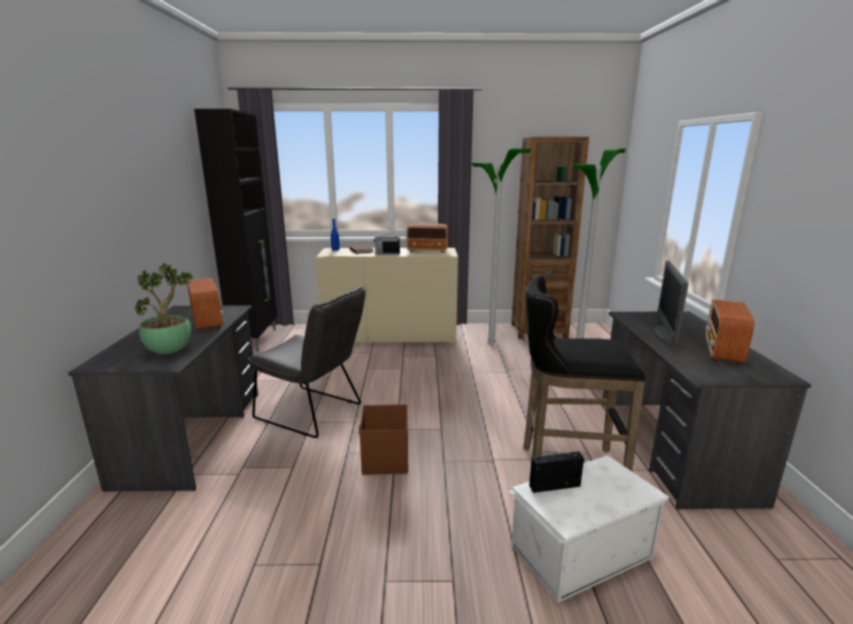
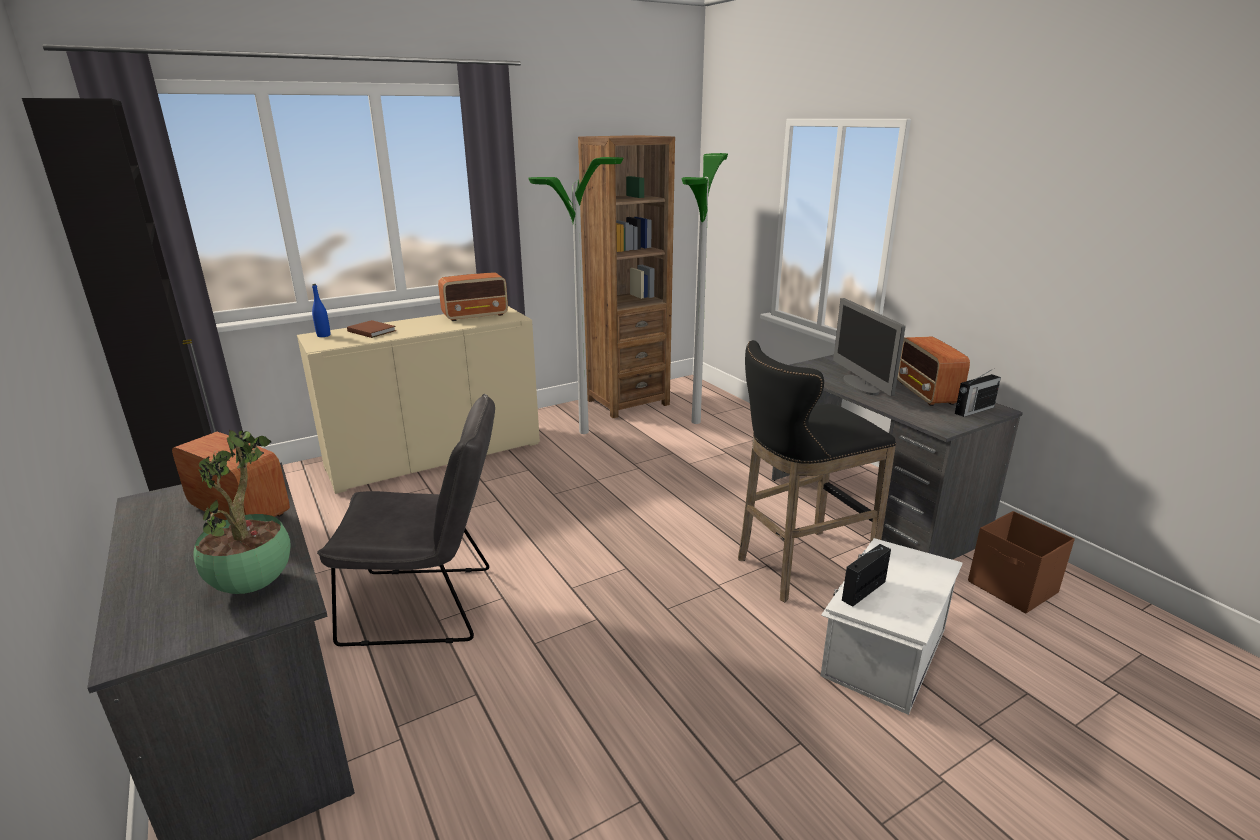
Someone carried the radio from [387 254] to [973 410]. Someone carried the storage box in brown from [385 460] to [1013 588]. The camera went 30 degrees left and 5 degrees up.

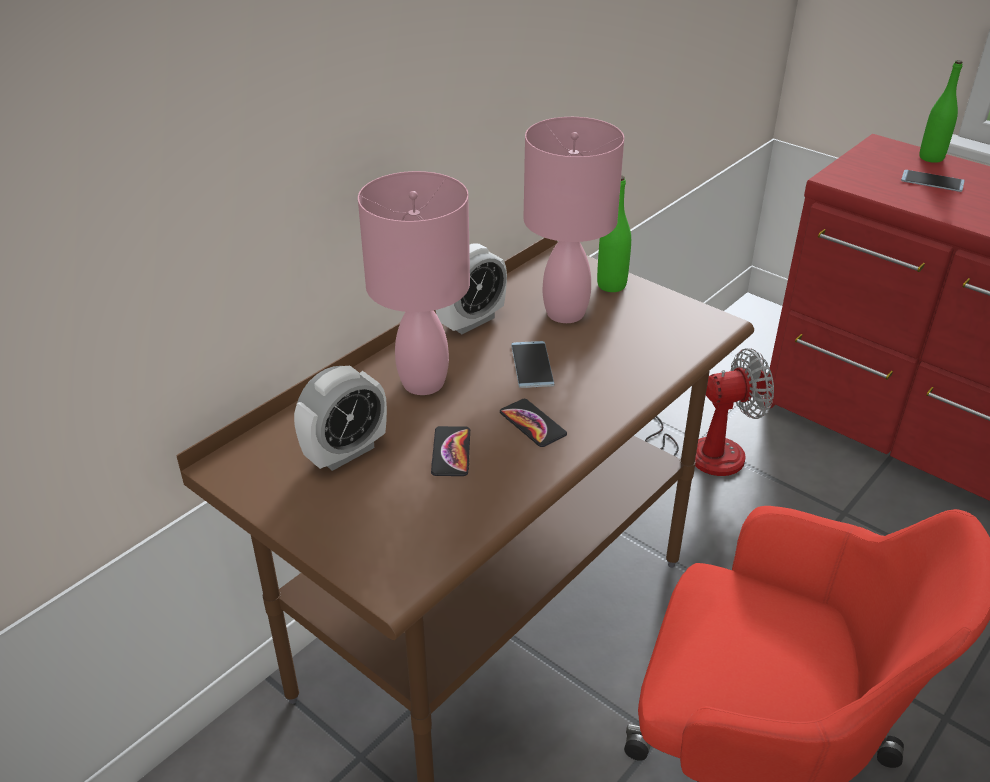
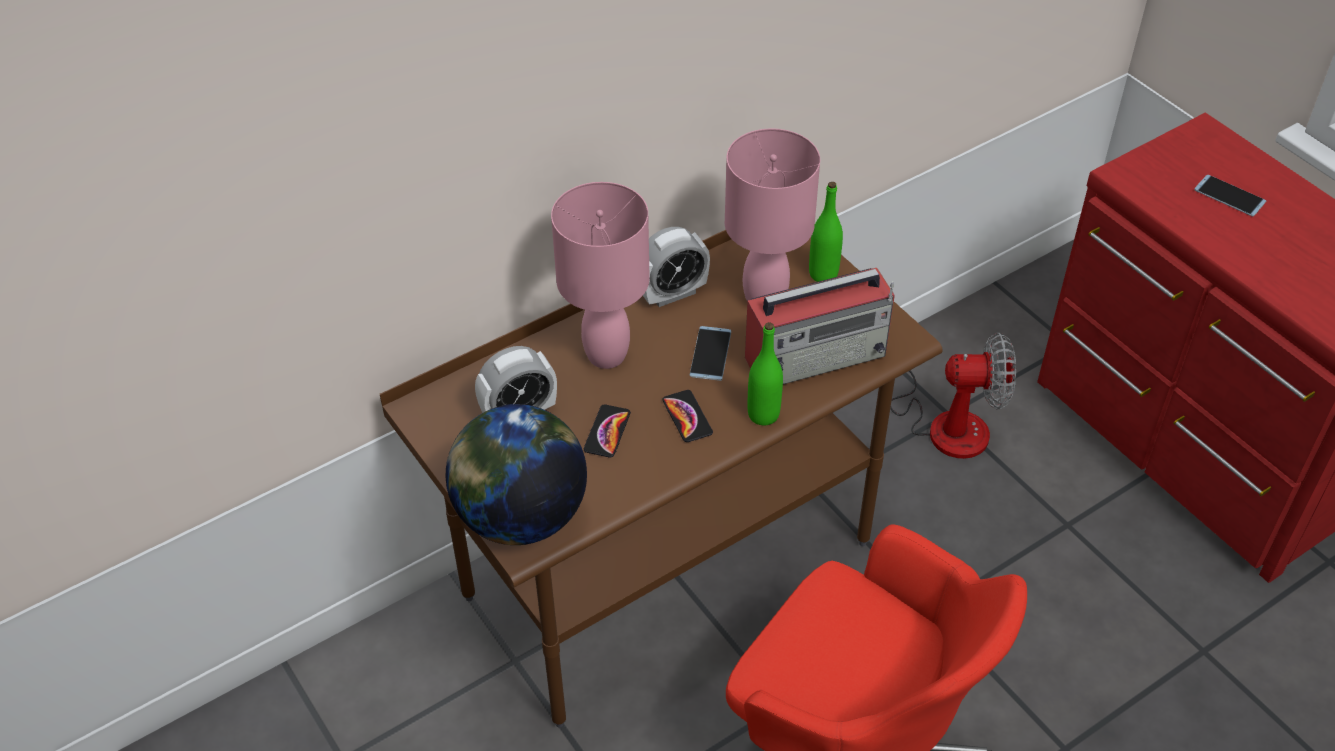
Someone put down the globe at [520 516]. Someone put down the radio at [818 355]. Someone carried the bottle in green from [931 158] to [763 414]. The camera went 15 degrees right and 10 degrees up.

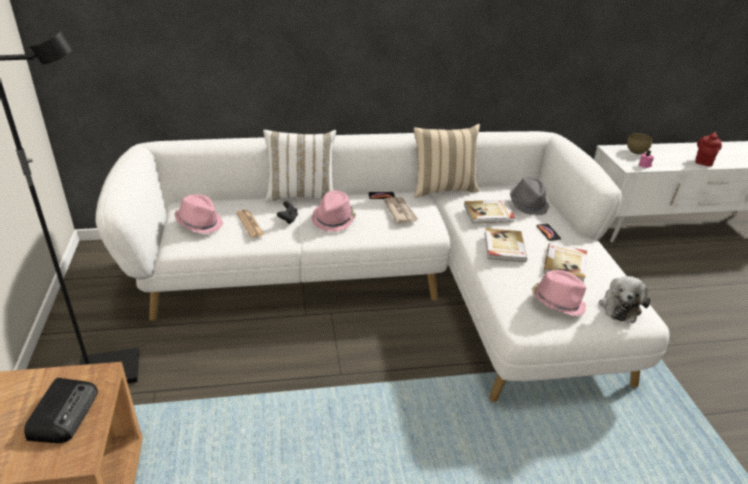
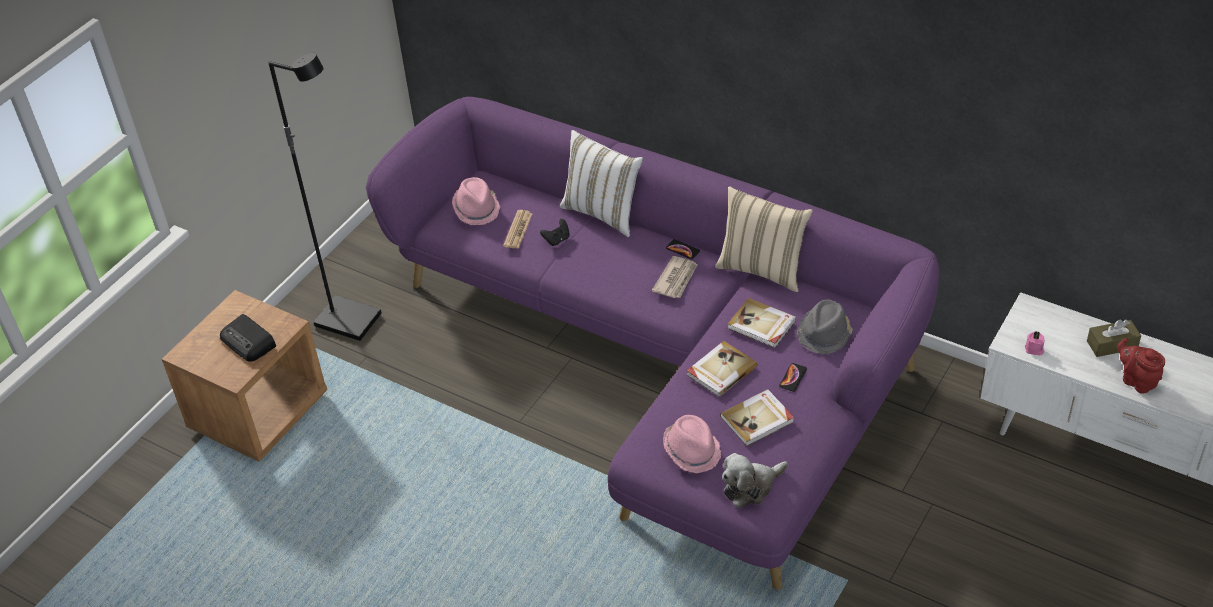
Someone rotated the radio at [64 413] by 90 degrees clockwise. Someone repainted the sofa in white at [396 284], which became the sofa in purple at [669 358]. Someone put down the tissue box in brown at [1112 345]. Someone rotated the teapot in red at [703 161] by 105 degrees counterclockwise. Someone took away the hat in pink at [334 219]. Someone took away the bowl in brown at [636 151]. The camera went 45 degrees right and 10 degrees up.

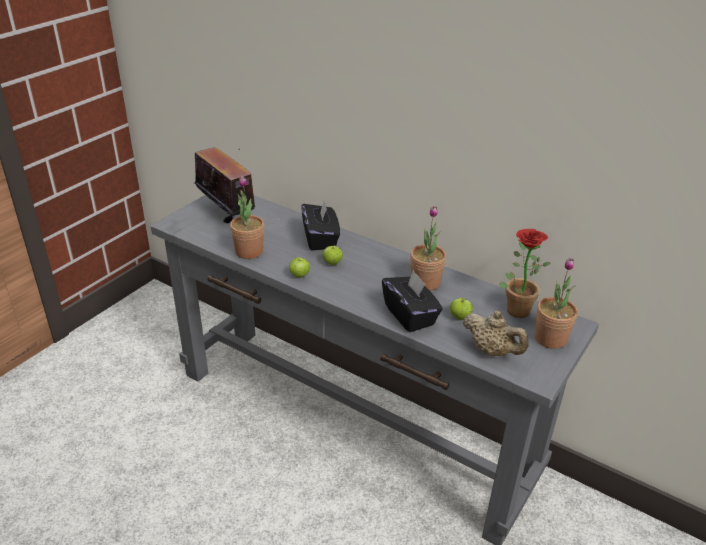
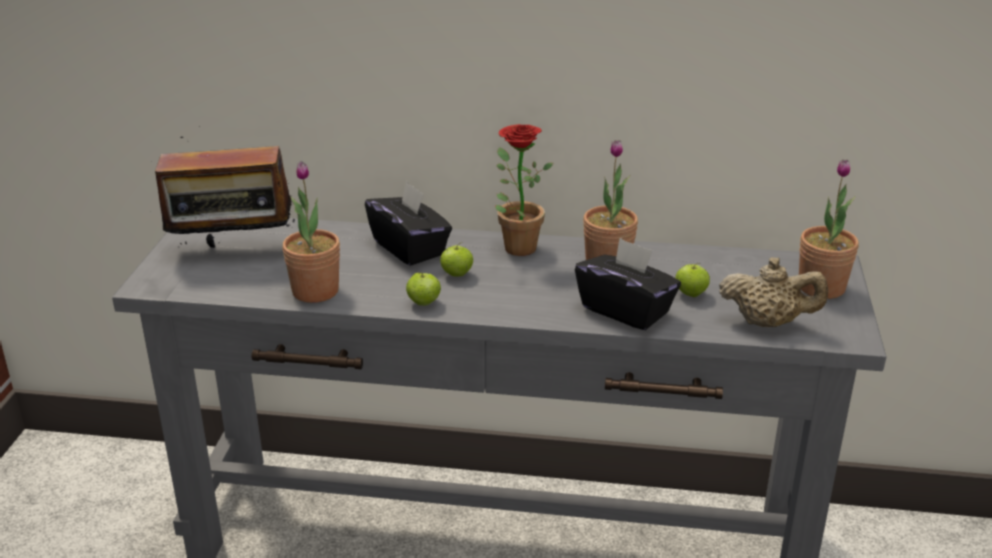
Someone rotated the radio at [227 215] by 150 degrees clockwise. Someone carried the potted plant from [515 308] to [515 245]. The camera went 25 degrees left and 5 degrees down.

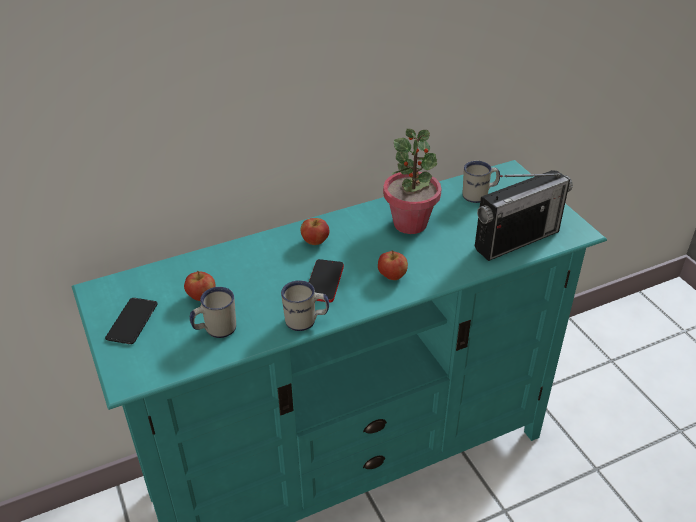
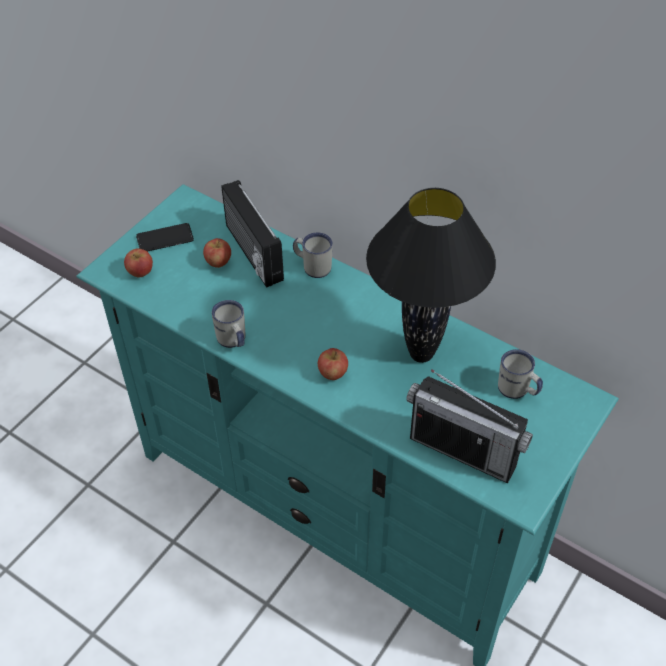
Someone carried the apple from [315 241] to [140 272]. Someone put down the radio at [252 253]. Someone carried the mug in white from [215 329] to [313 266]. Someone swapped the potted plant at [410 223] for the table lamp in black at [422 354]. Someone took away the phone at [324 281]. The camera went 60 degrees right and 10 degrees up.

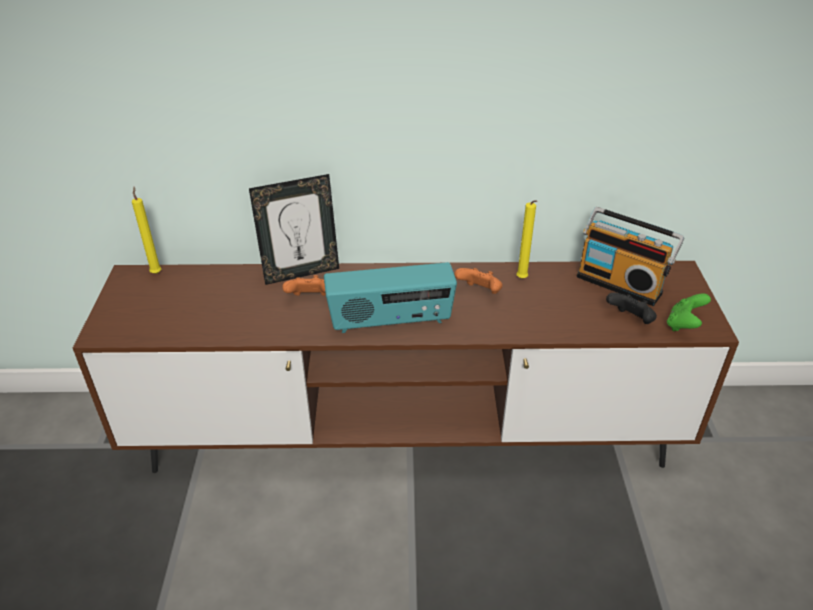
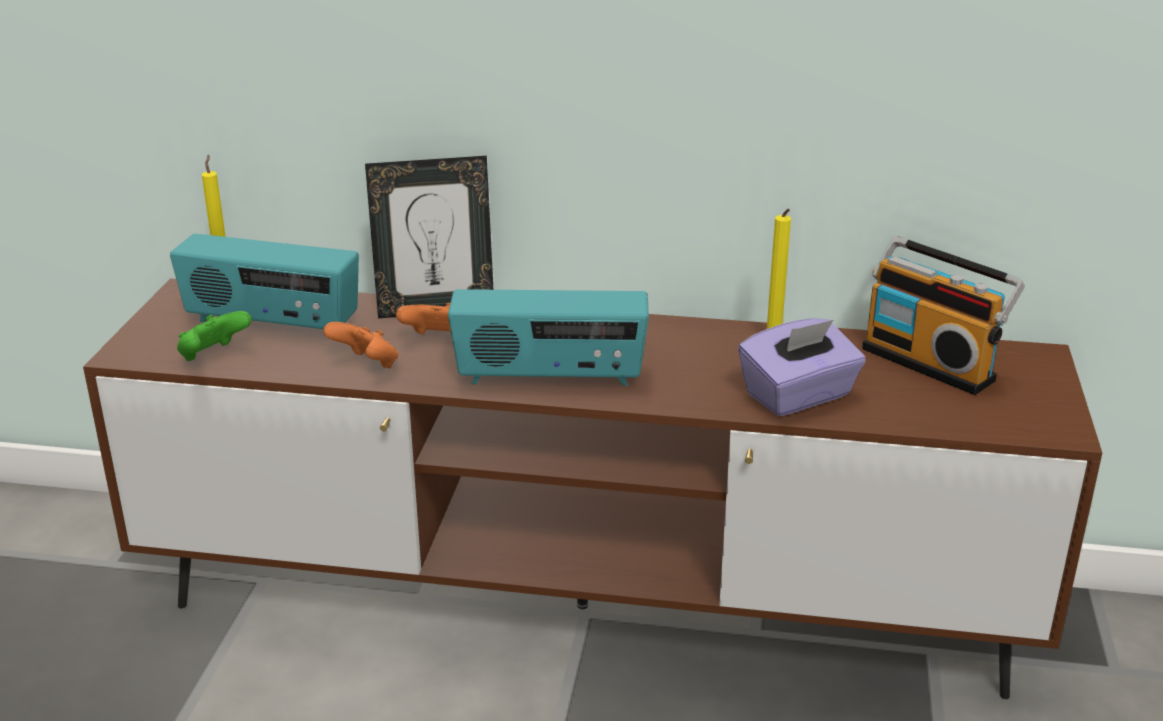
Someone put down the radio at [271 323]. Someone carried the game controller in green from [683 325] to [213 356]. Someone carried the game controller in orange from [480 292] to [366 365]. Someone put down the tissue box in purple at [798 396]. Someone took away the game controller in black at [630 320]. The camera went 10 degrees right and 10 degrees down.

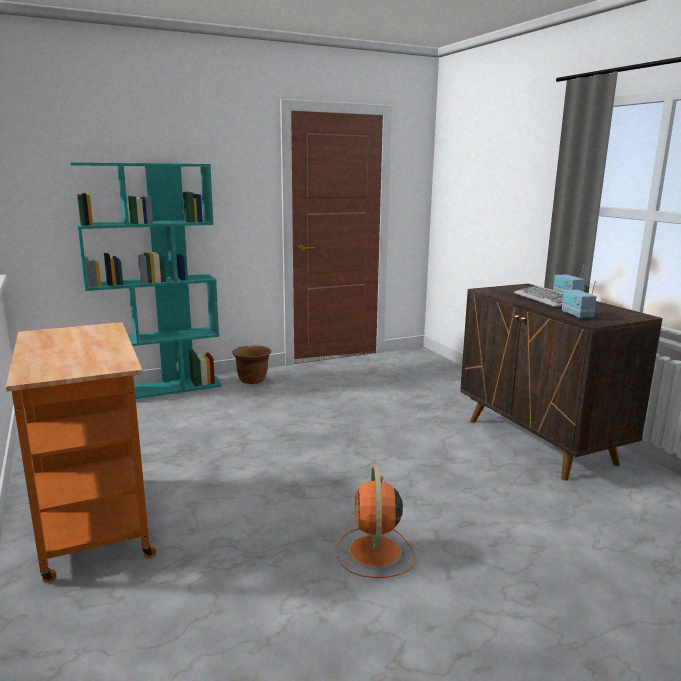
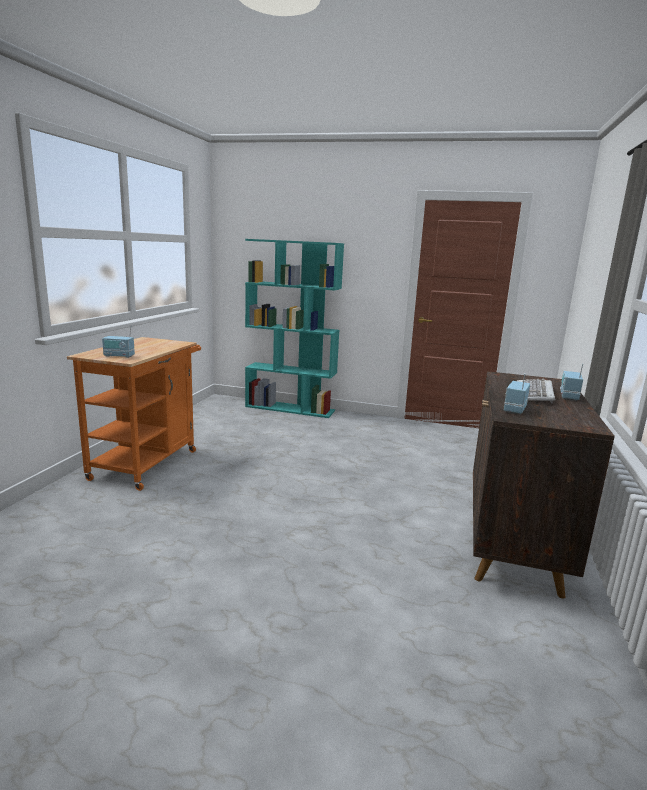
Someone put down the radio at [119 356]. Someone took away the planter in brown at [252 380]. Someone took away the fan in orange at [374 553]. The camera went 40 degrees right and 0 degrees up.

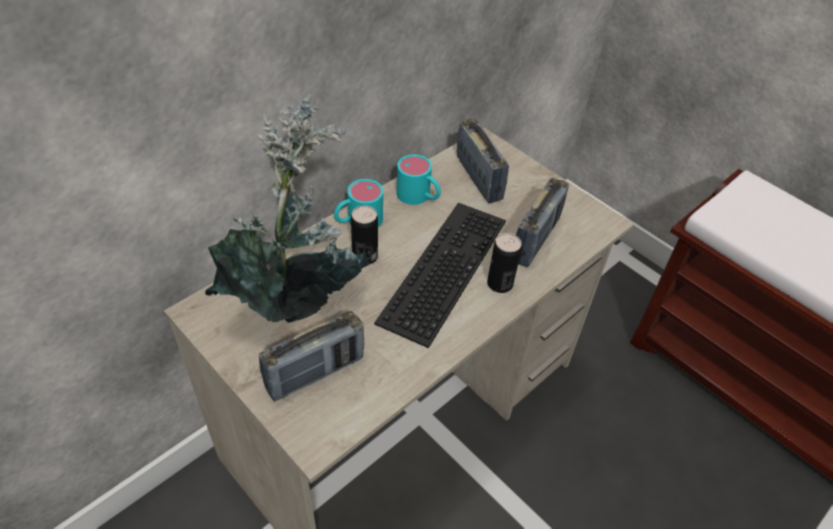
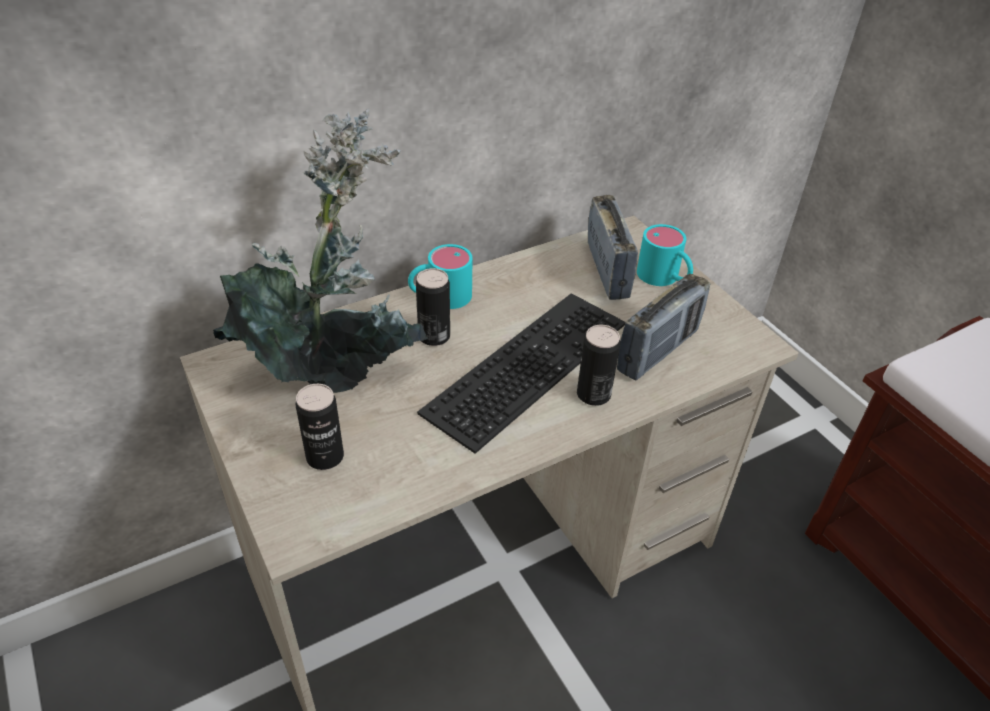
Someone swapped the radio at [315 373] for the can at [325 456]. Someone carried the mug in turquoise from [419 197] to [664 278]. The camera went 15 degrees right and 5 degrees down.

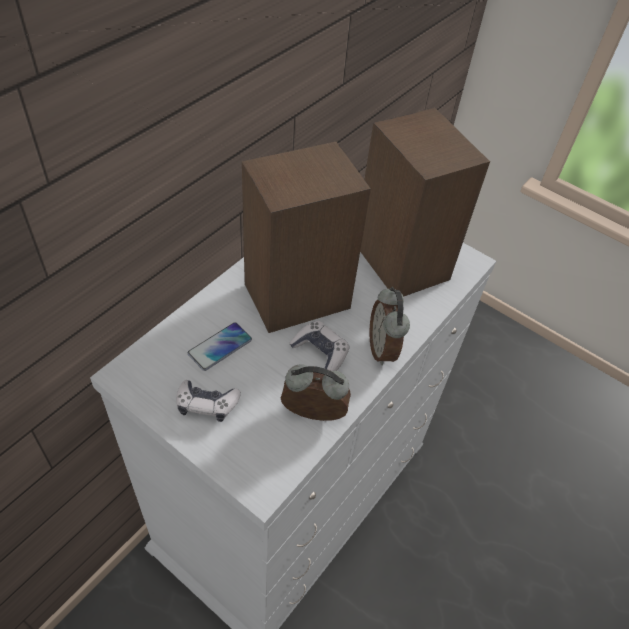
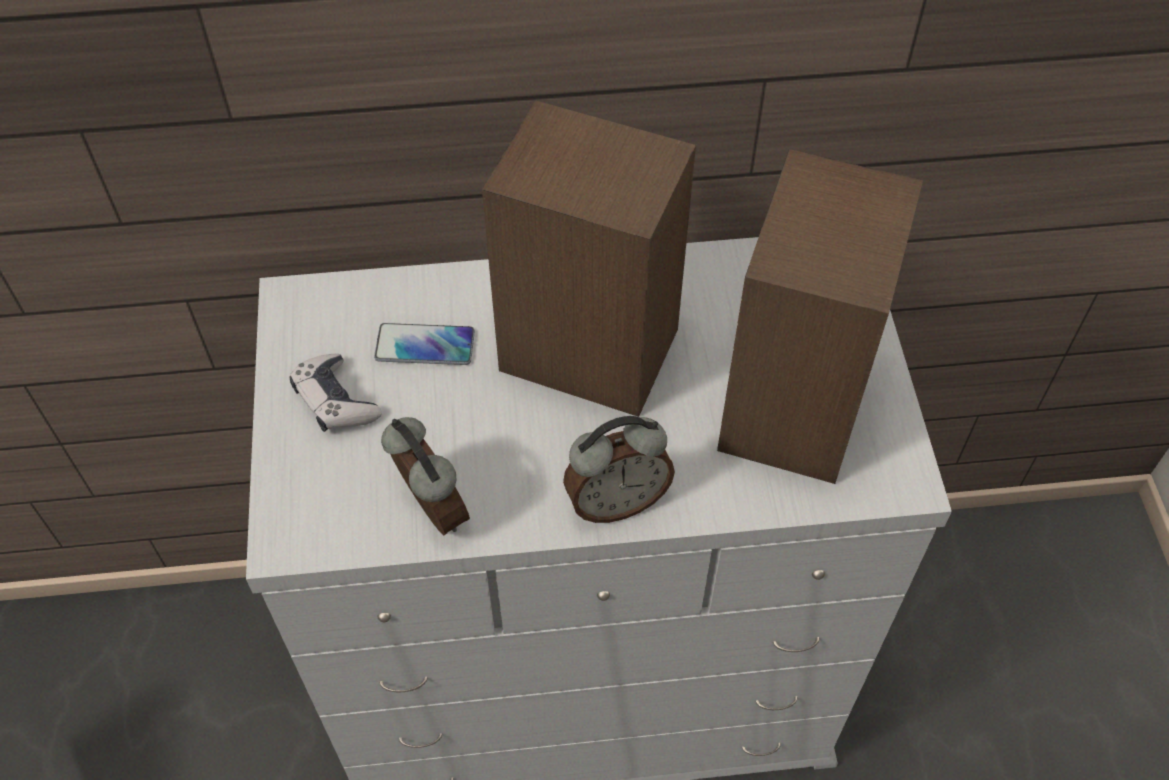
Someone rotated the alarm clock at [383 349] by 150 degrees counterclockwise. Someone took away the game controller at [320 352]. The camera went 50 degrees right and 5 degrees up.

